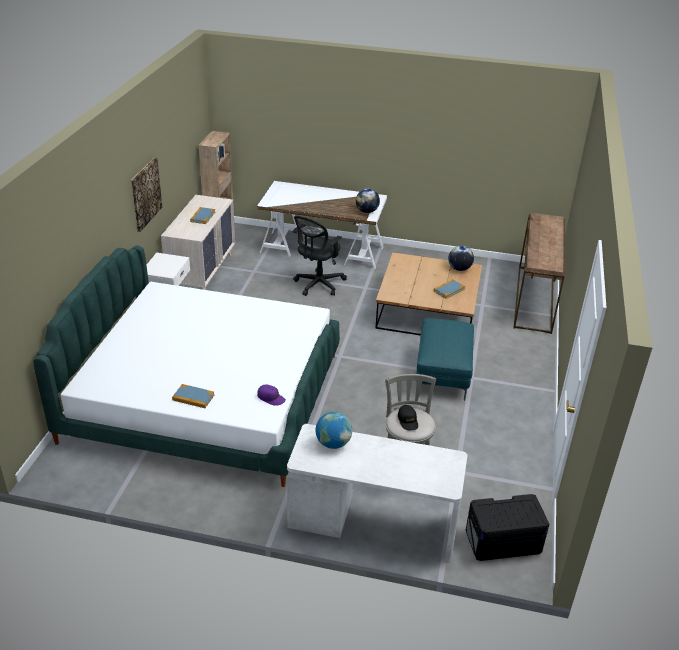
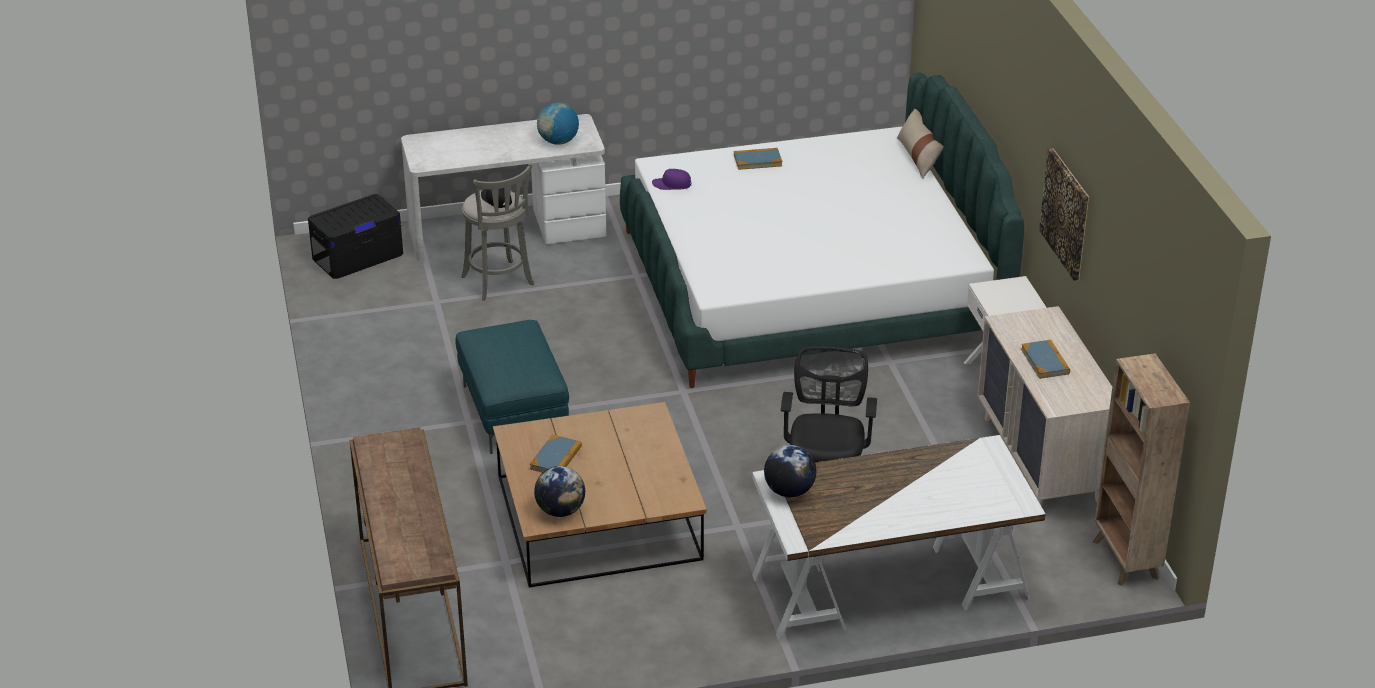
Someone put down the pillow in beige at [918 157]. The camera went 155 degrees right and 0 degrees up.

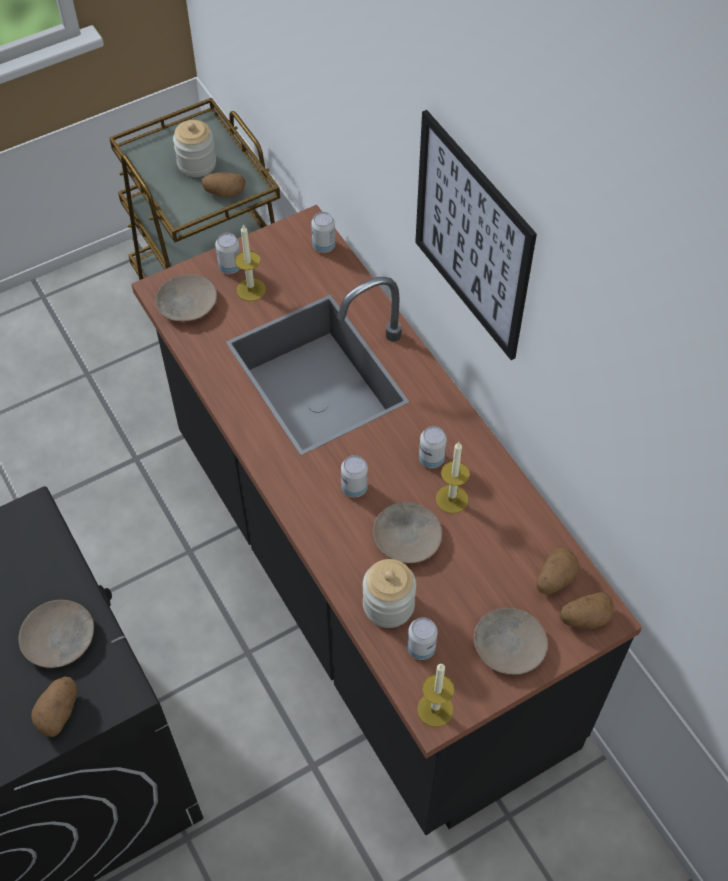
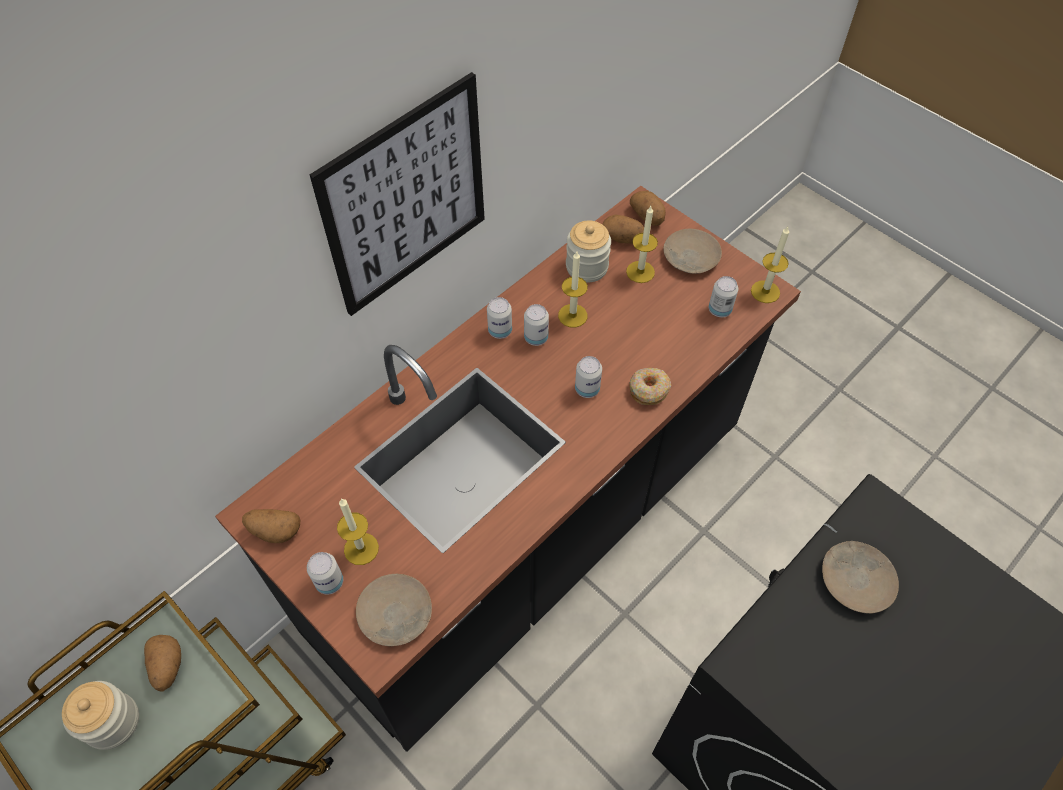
Someone carried the potato from [59 711] to [274 531]. Someone carried the can from [324 246] to [500 331]. Someone carried the jar from [388 605] to [586 267]. Someone put down the candle at [640 272]. Someone put down the donut at [648 390]. Someone took away the plate in beige at [406 536]. The camera went 105 degrees left and 0 degrees up.

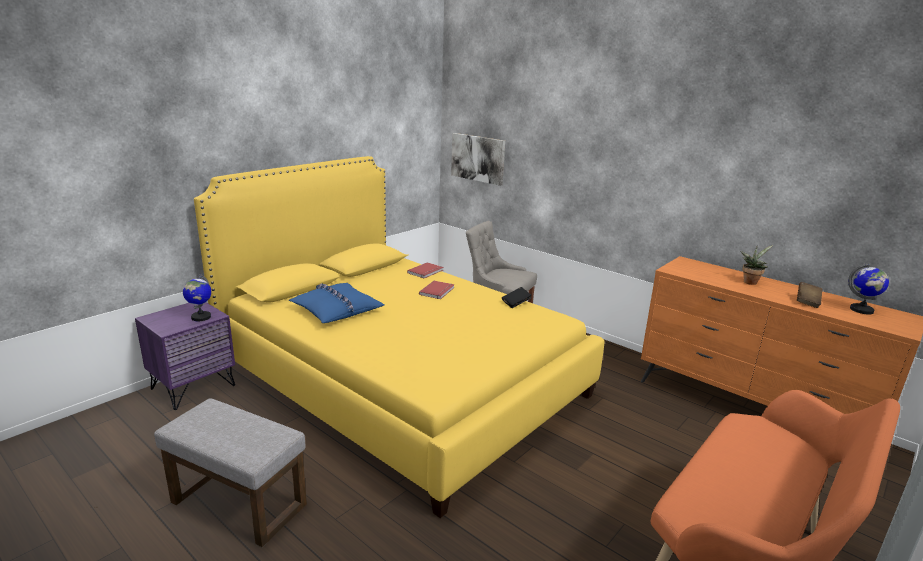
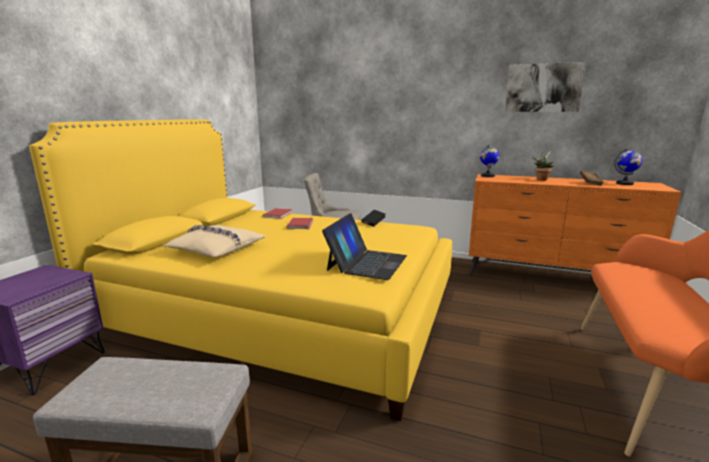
Someone repainted the pillow in blue at [336 310], which became the pillow in beige at [216 249]. Someone put down the laptop at [367 262]. Someone carried the globe from [201 317] to [487 176]. Someone carried the picture from [478 158] to [543 88]. The camera went 20 degrees left and 5 degrees down.

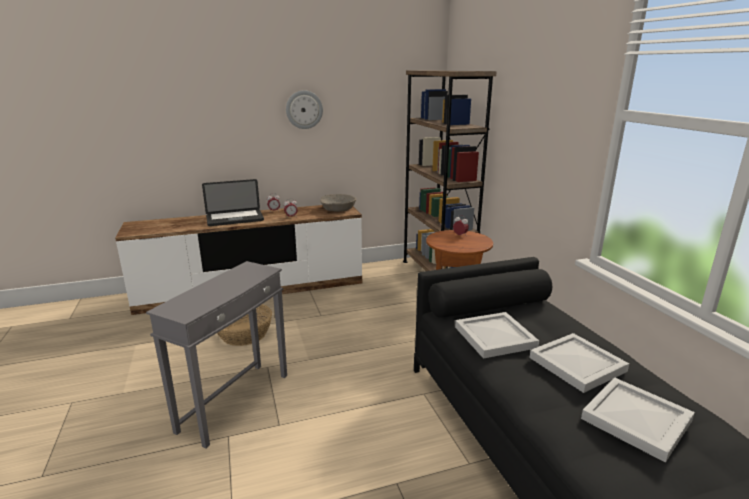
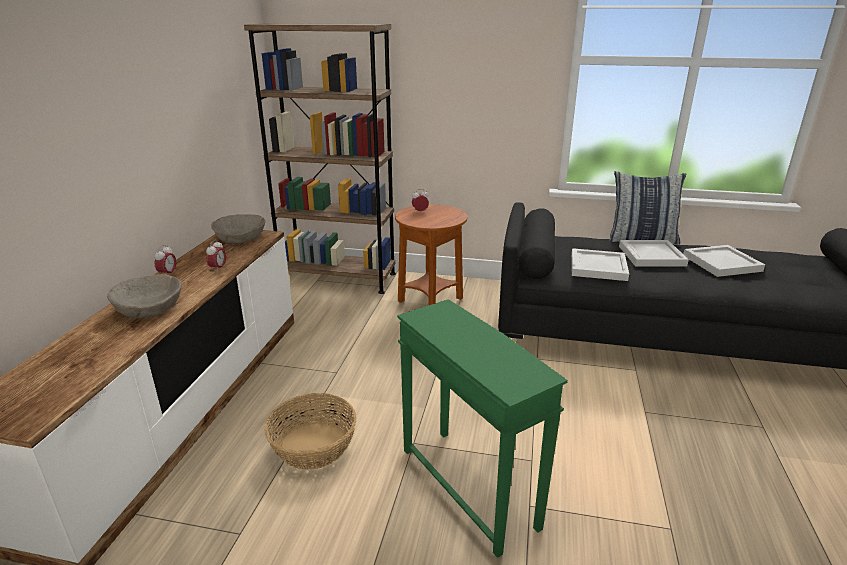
Someone swapped the laptop at [235 219] for the bowl in beige at [149 307]. Someone repainted the side table in grey at [236 402], which became the side table in green at [468 486]. Someone put down the pillow at [641 239]. Someone took away the wall clock at [304 109]. The camera went 60 degrees left and 5 degrees up.

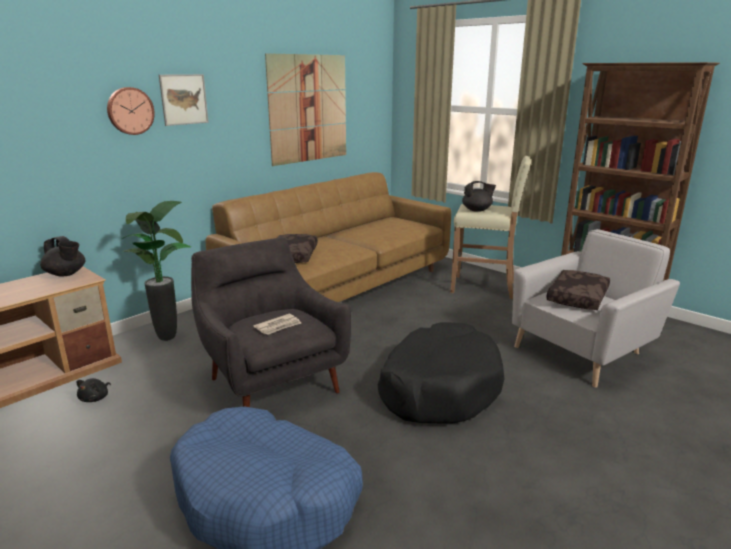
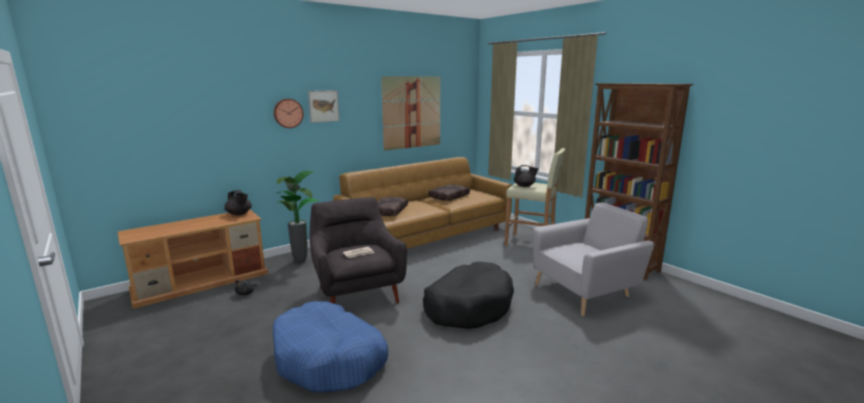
Someone carried the pillow in brown from [576 297] to [449 197]. The camera went 10 degrees right and 5 degrees down.

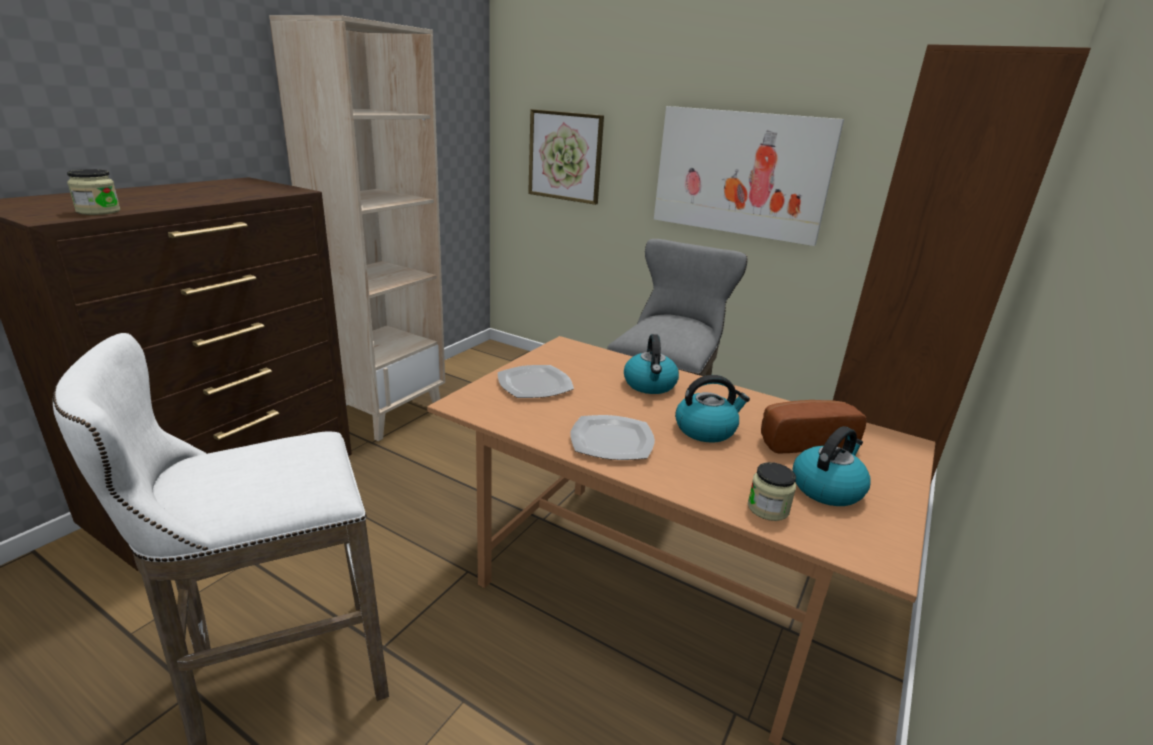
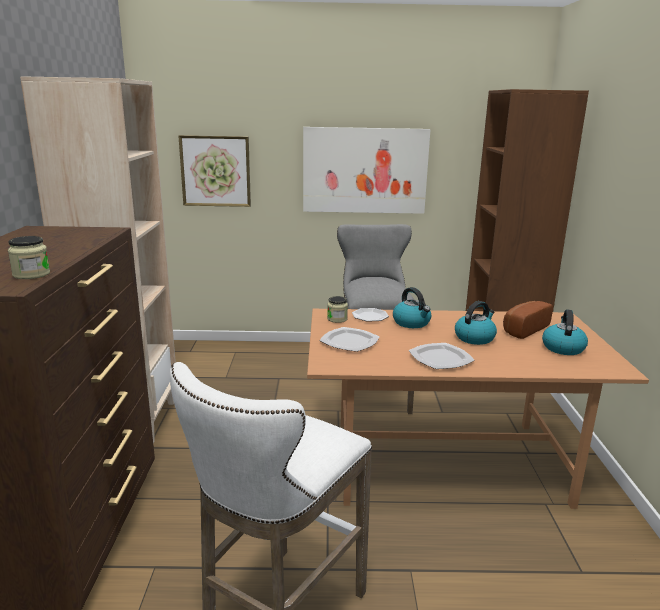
Someone carried the jar from [768 508] to [337 319]. Someone put down the plate at [369 316]. The camera went 30 degrees left and 5 degrees down.

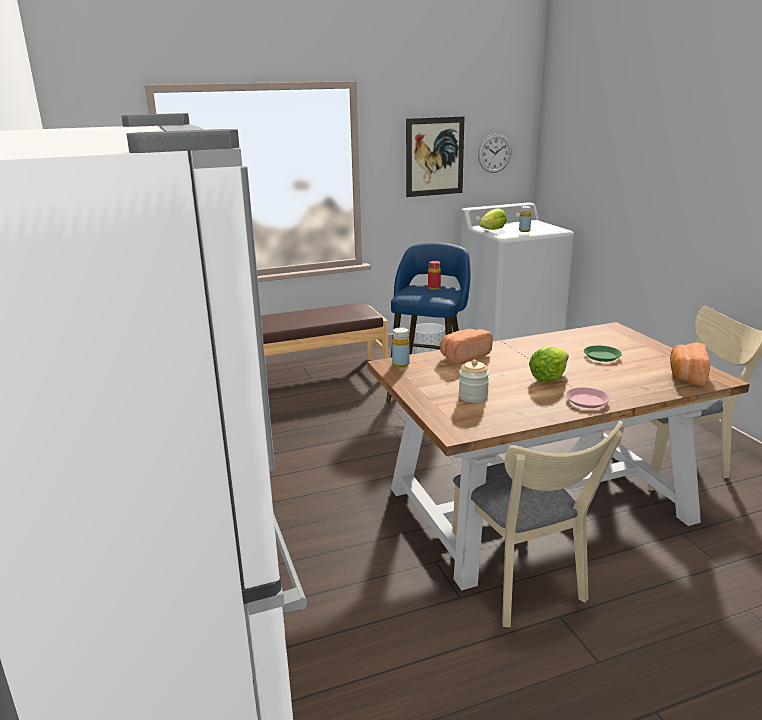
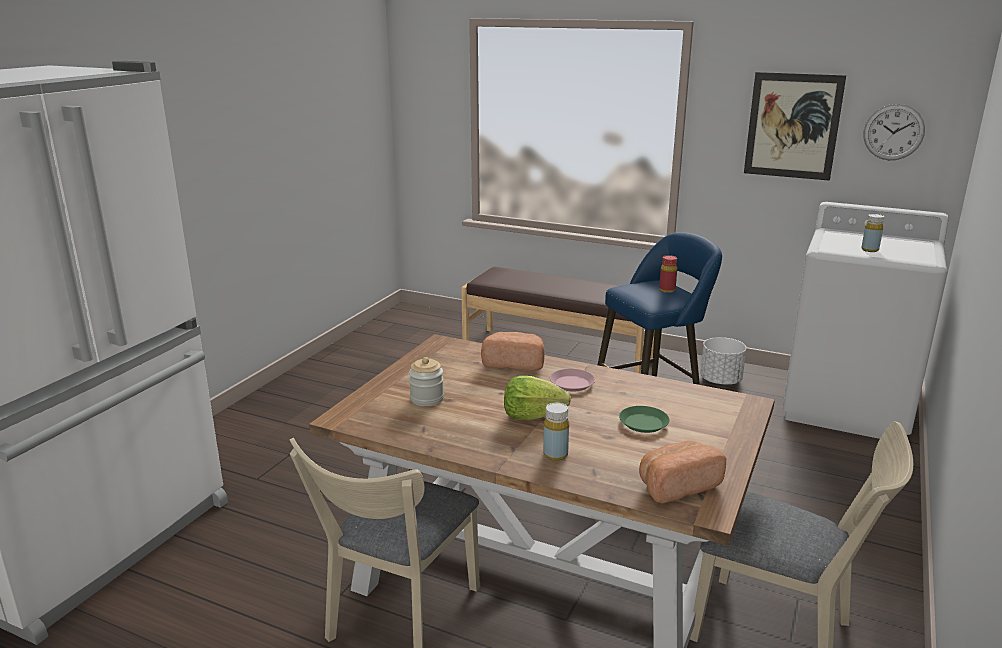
Someone carried the bottle in yellow from [400 364] to [555 454]. Someone carried the plate in pink from [587 401] to [572 384]. Someone took away the lettuce at [492 230]. The camera went 45 degrees right and 0 degrees up.

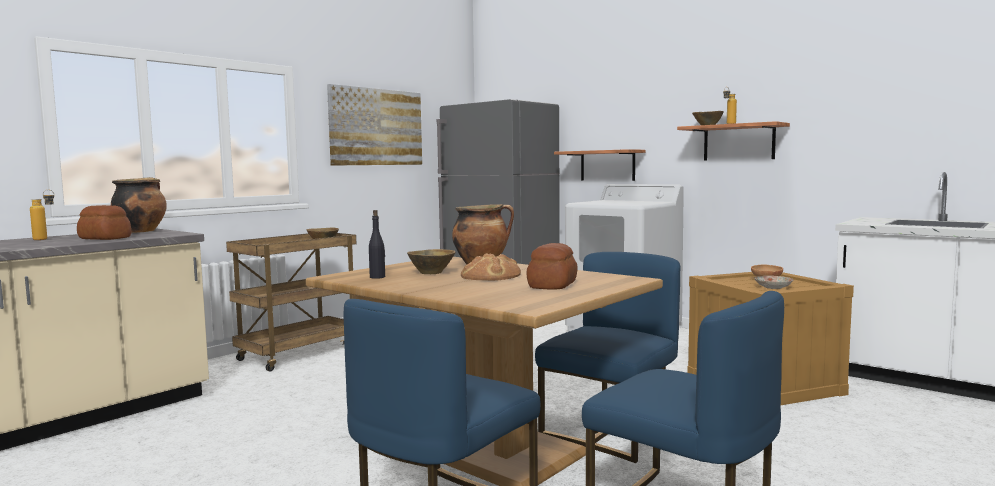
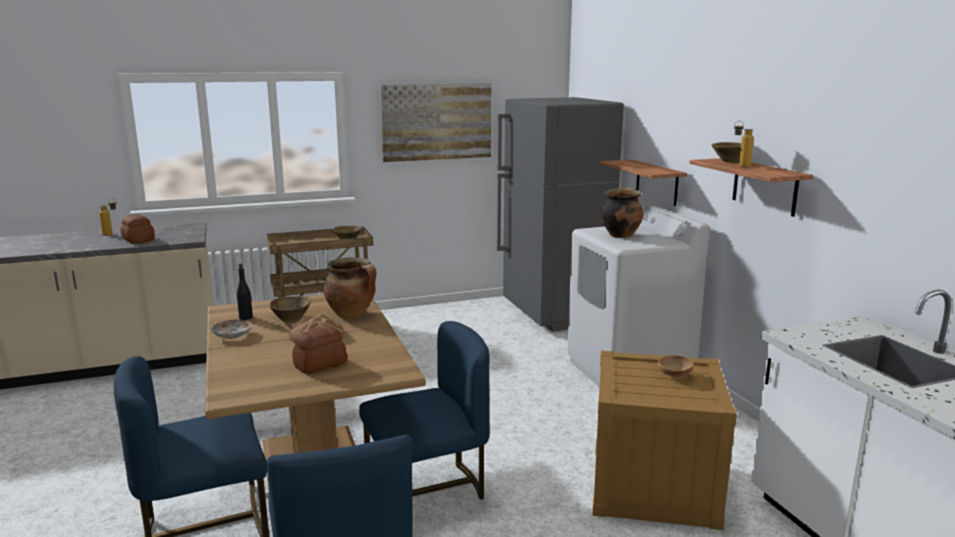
Someone carried the plate from [773 287] to [233 335]. Someone carried the cooking pot from [141 231] to [620 235]. The camera went 30 degrees right and 10 degrees up.

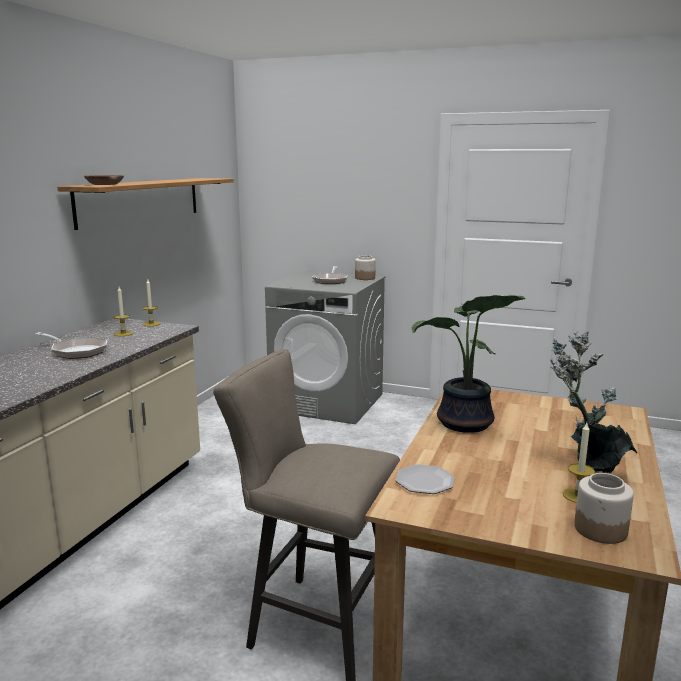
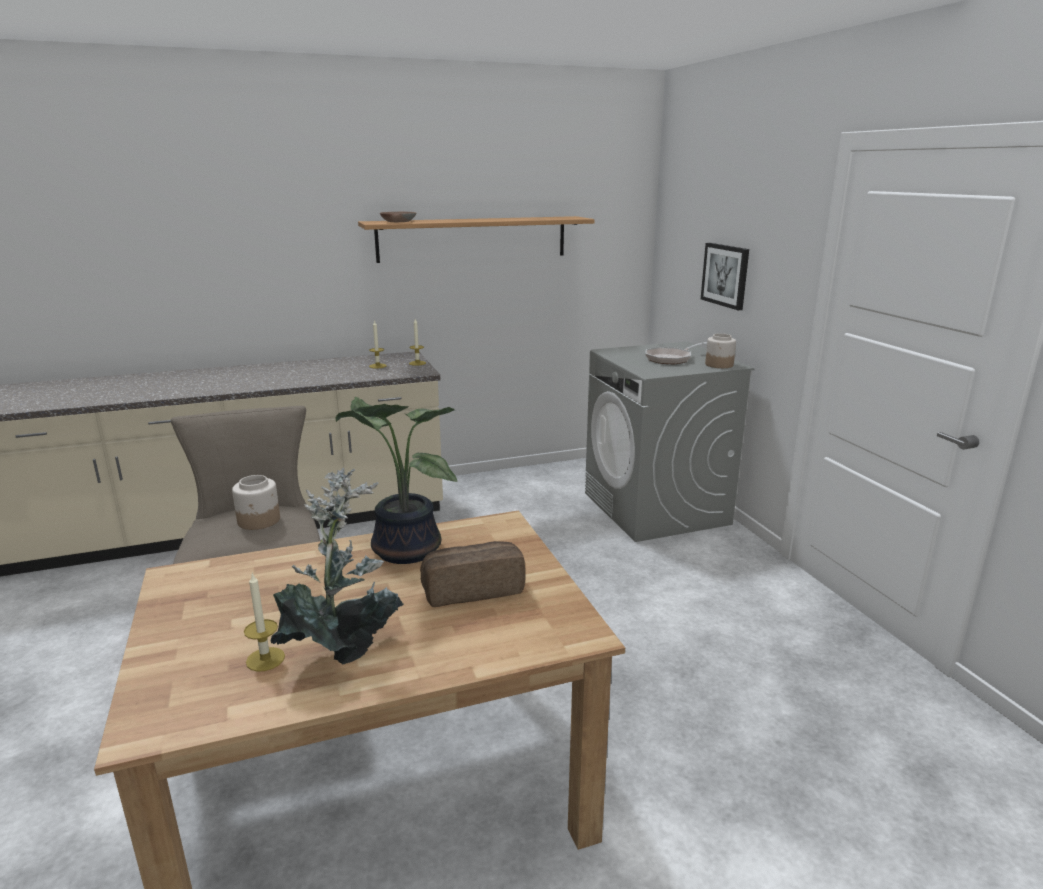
Someone carried the jar from [601 529] to [259 521]. Someone put down the bread at [472 589]. Someone put up the picture at [725 275]. Someone took away the frying pan at [76 351]. Someone took away the plate at [425 481]. The camera went 50 degrees right and 5 degrees up.

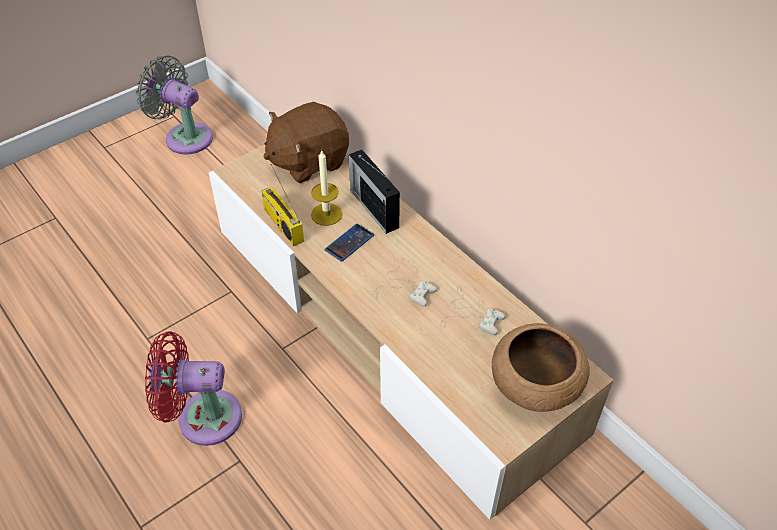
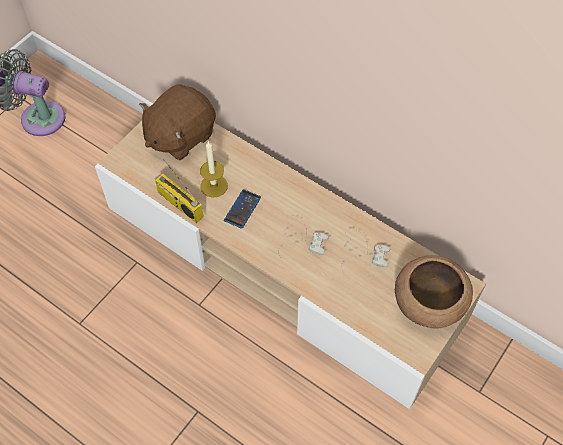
Someone took away the fan in red at [202 417]. Someone took away the radio at [373 207]. The camera went 15 degrees left and 10 degrees up.

